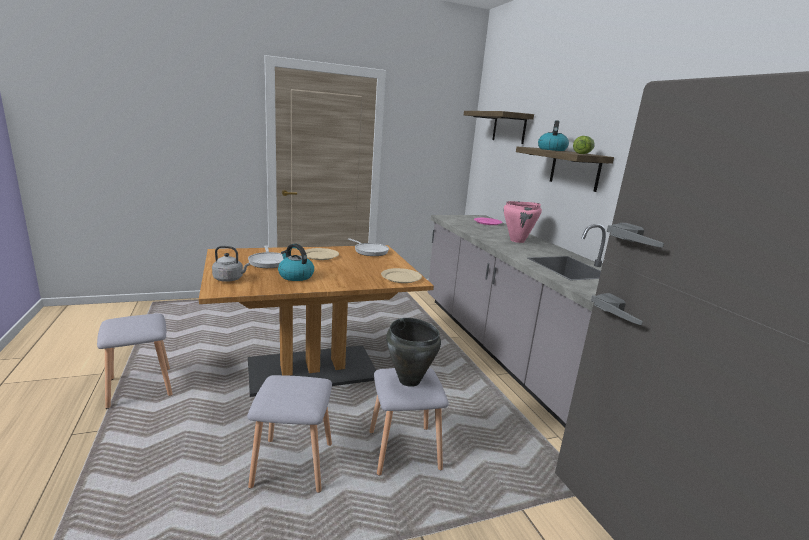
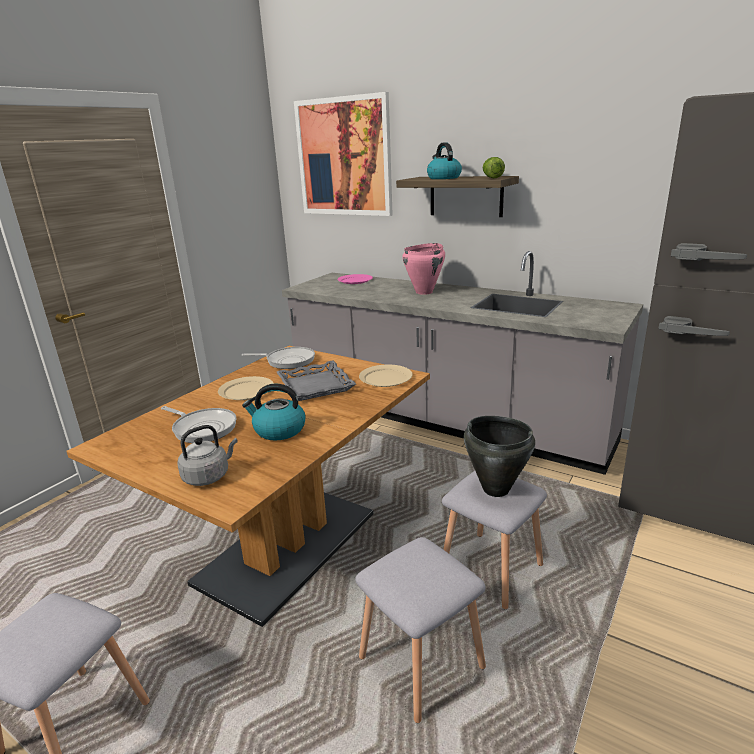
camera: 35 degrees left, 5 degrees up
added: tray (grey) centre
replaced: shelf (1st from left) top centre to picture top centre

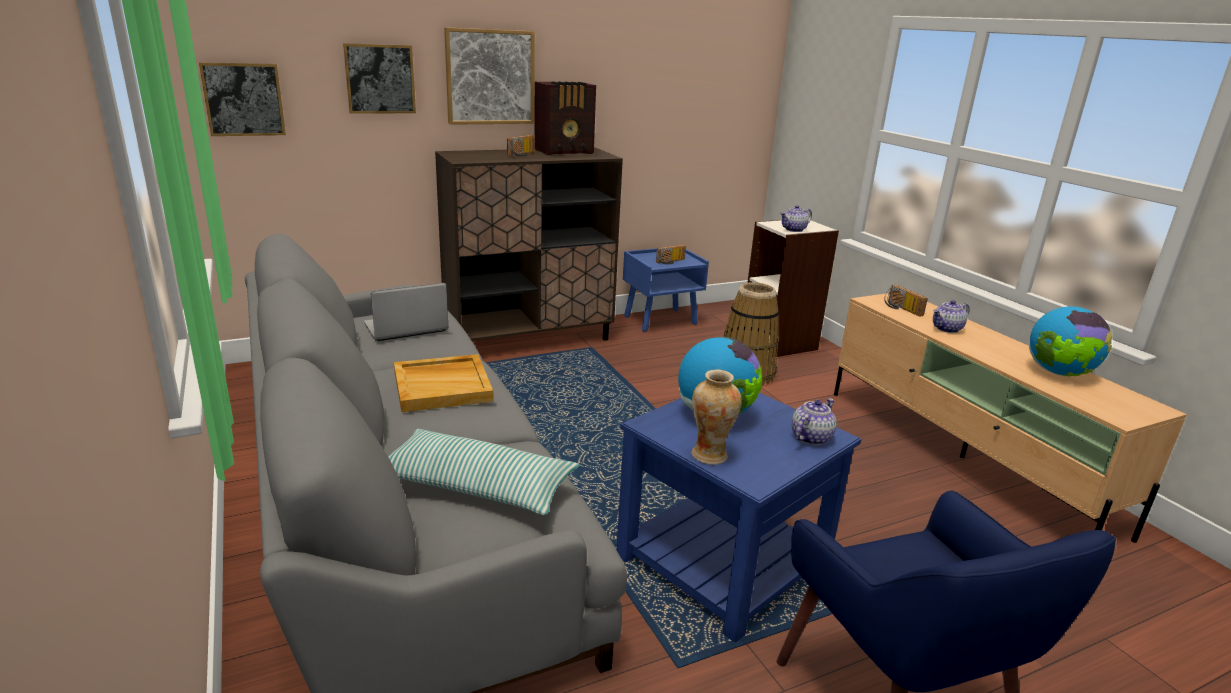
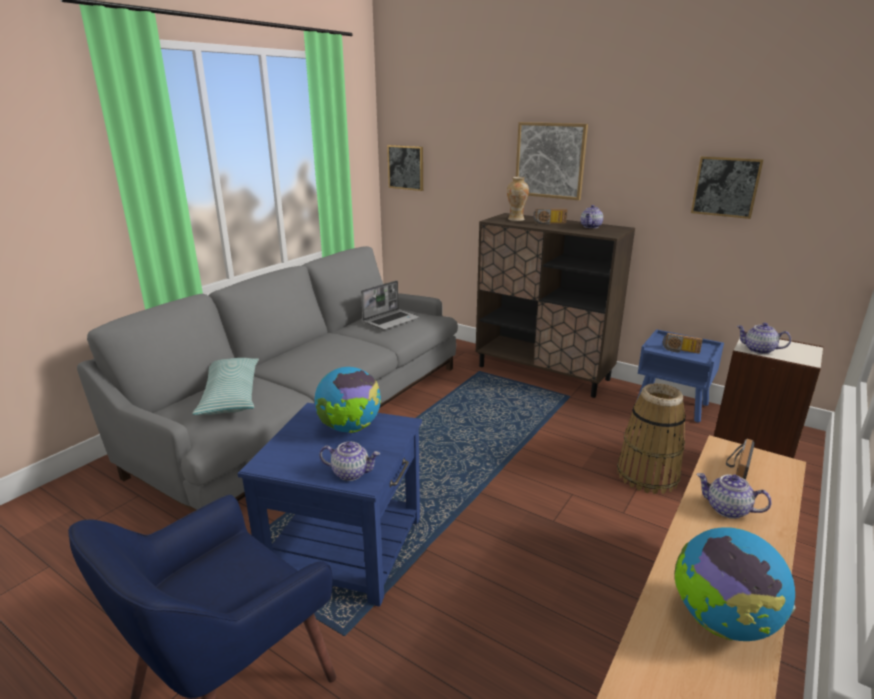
camera: 60 degrees right, 0 degrees up
removed: tray (beige) centre
moved: picture (2nd from left in the first image) top left to picture (3rd from left) top right; vase centre to top centre
replaced: radio (2nd from left) top centre to teapot (2nd from left) top right
turned: laptop middle left = centre 105 degrees clockwise

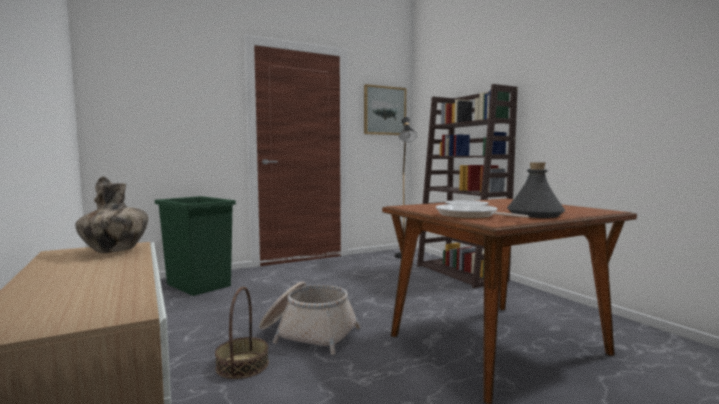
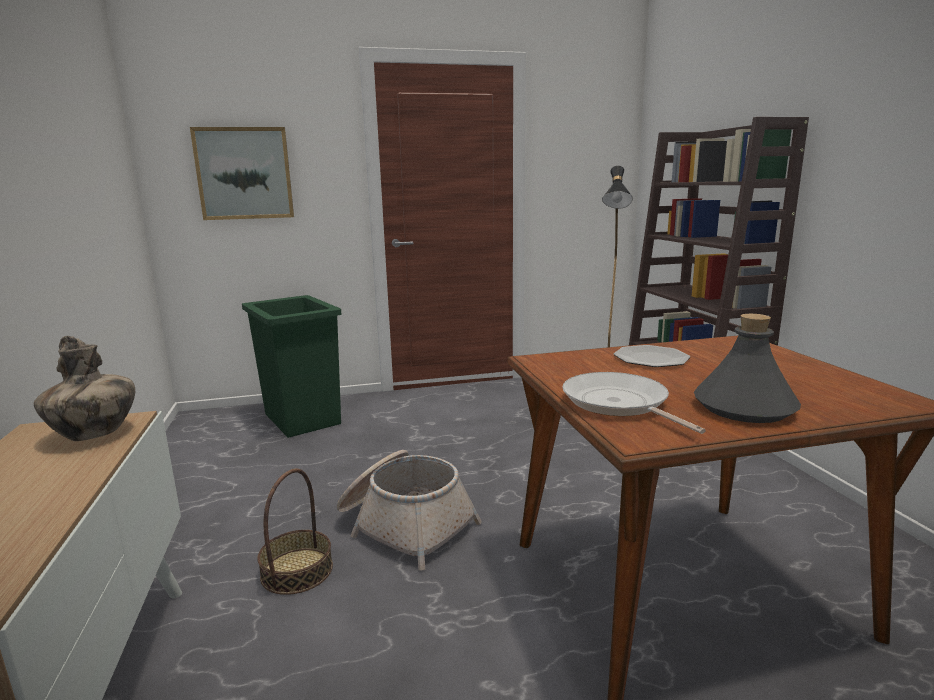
camera: 15 degrees right, 10 degrees up
moved: picture top centre to top left

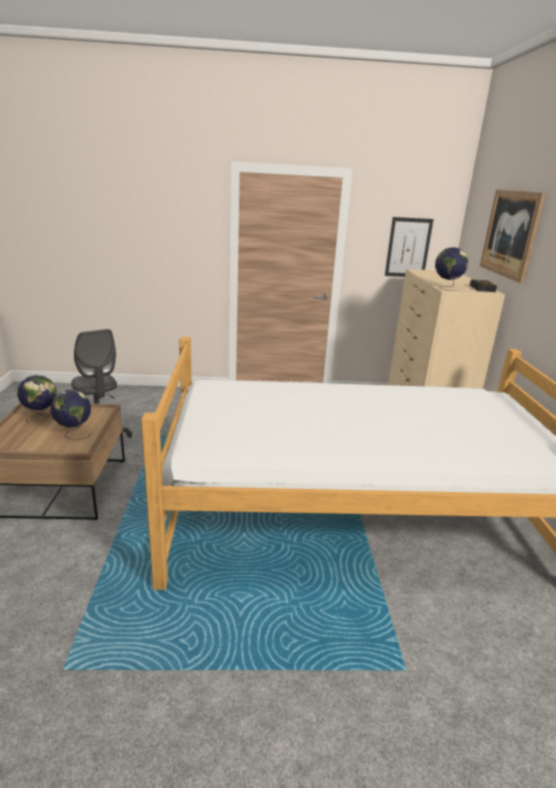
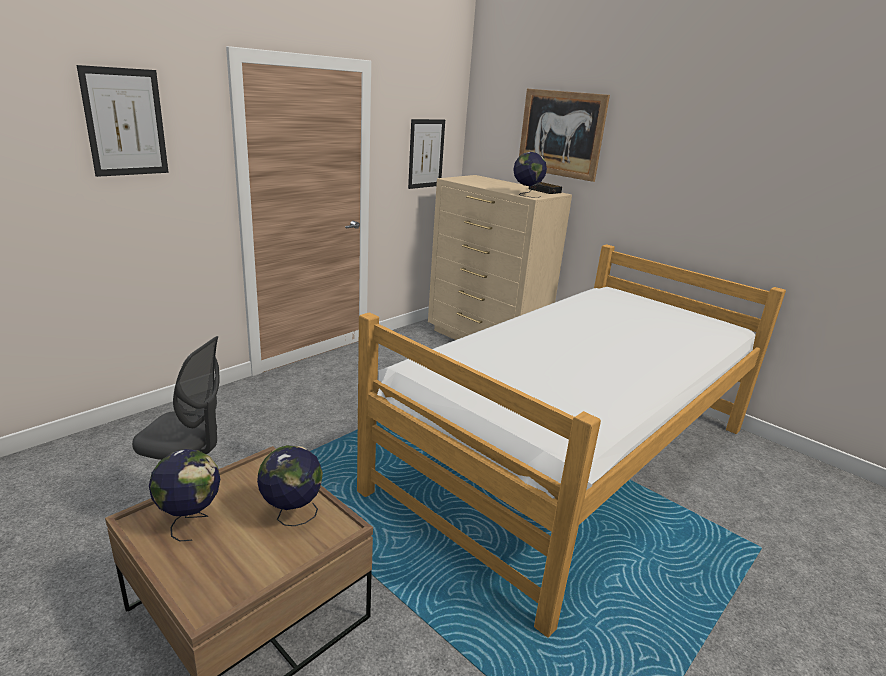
camera: 45 degrees left, 0 degrees up
added: picture (1st from left) top left

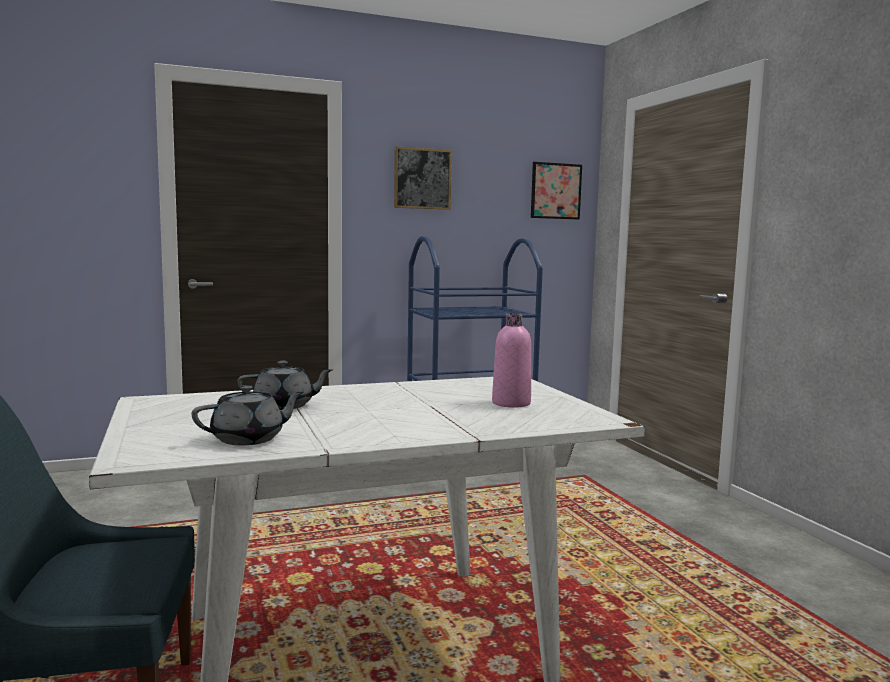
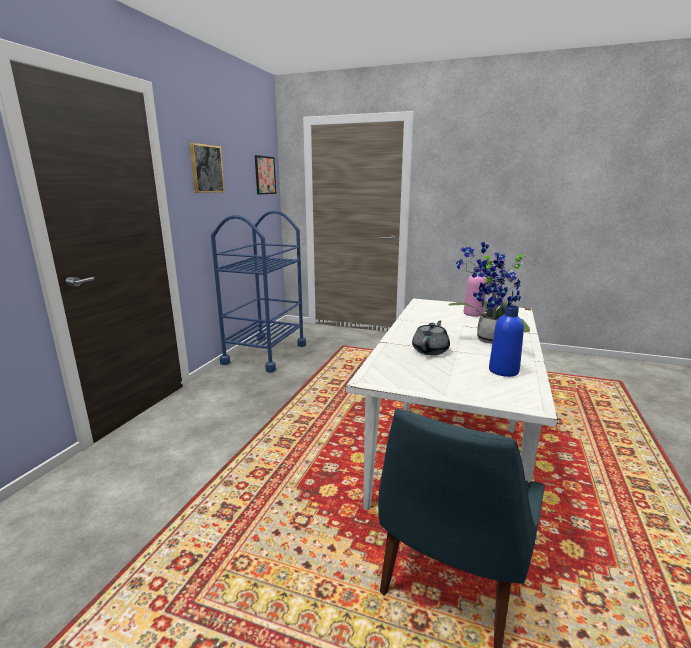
camera: 50 degrees left, 10 degrees up
added: potted plant middle right
replaced: teapot (grey) (1st from left) middle left to bottle (blue) middle right

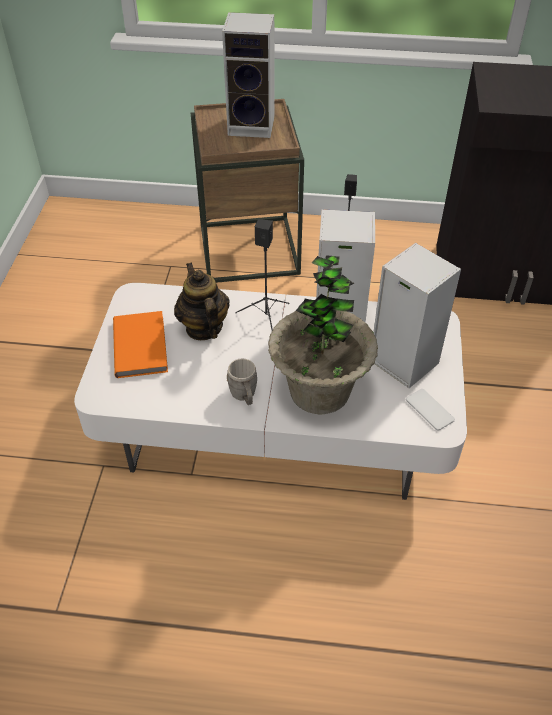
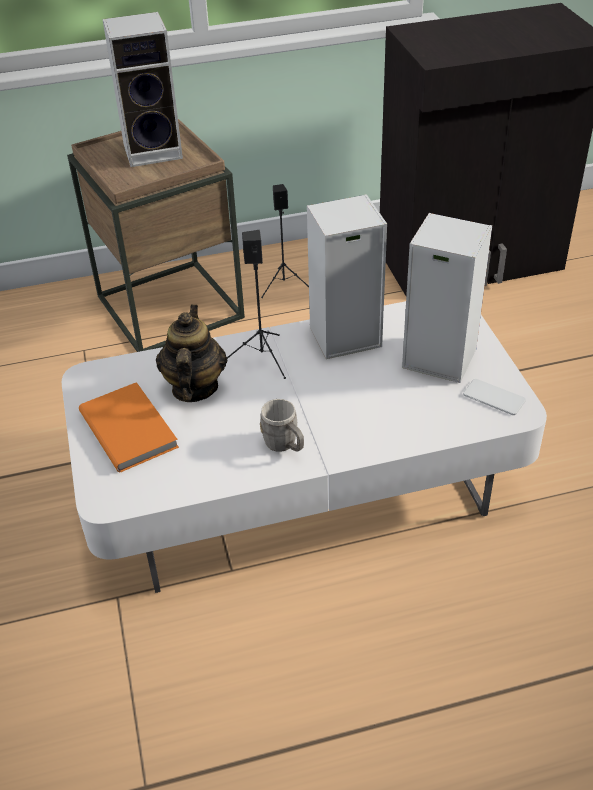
camera: 20 degrees left, 5 degrees down
removed: potted plant centre
turned: teapot centre = middle left 45 degrees clockwise

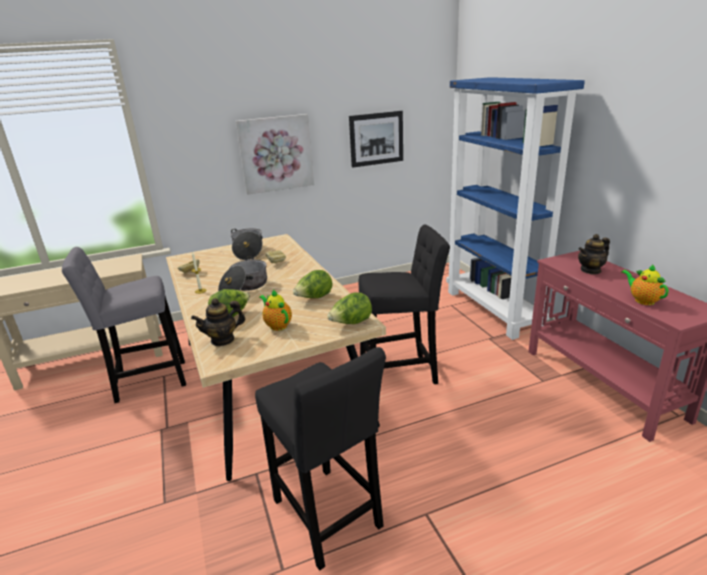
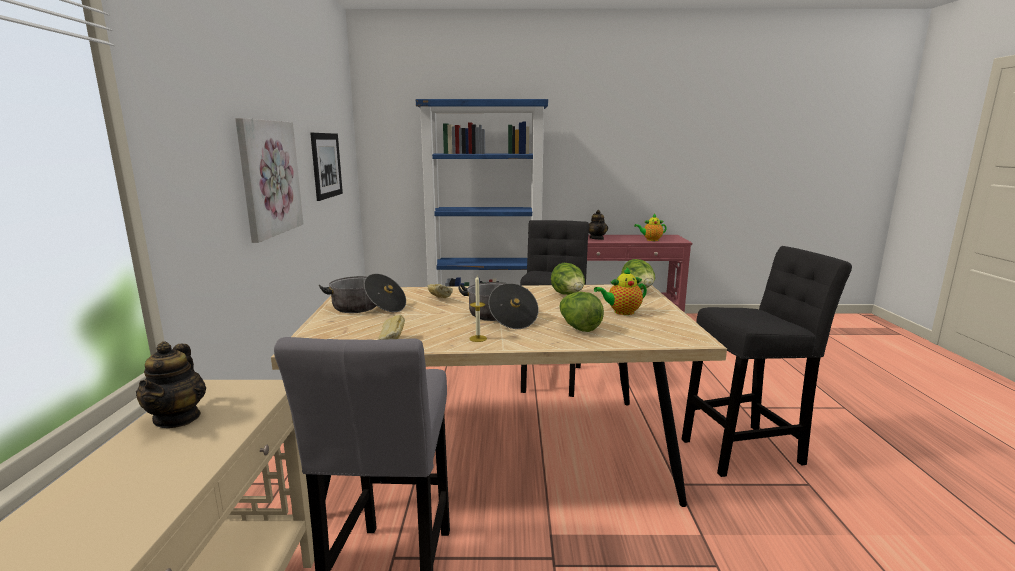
camera: 70 degrees left, 10 degrees down
moved: teapot (1st from left) middle left to bottom left

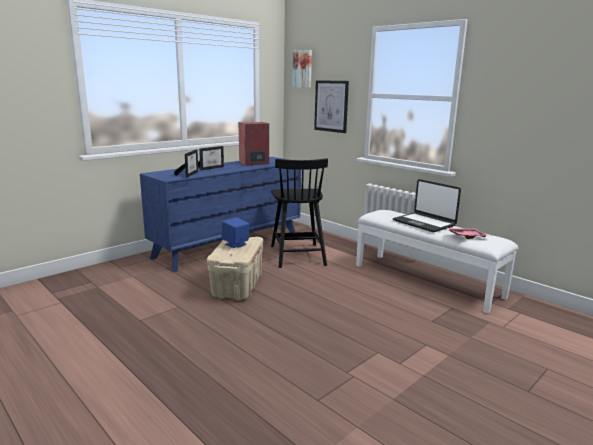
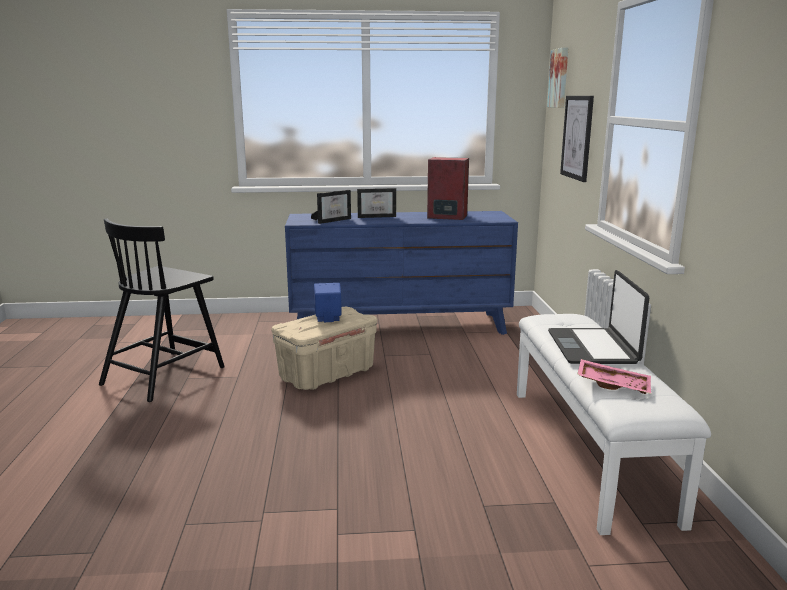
camera: 40 degrees right, 0 degrees up
moved: chair (black) centre to middle left

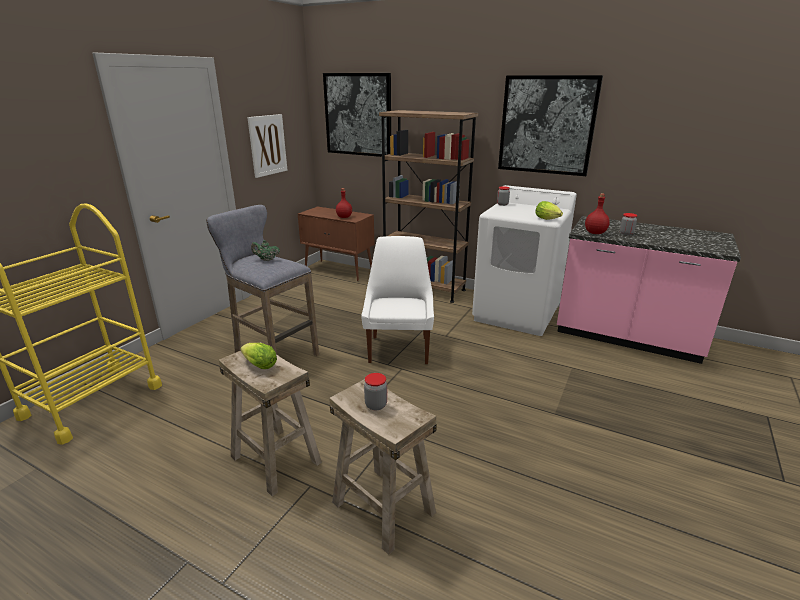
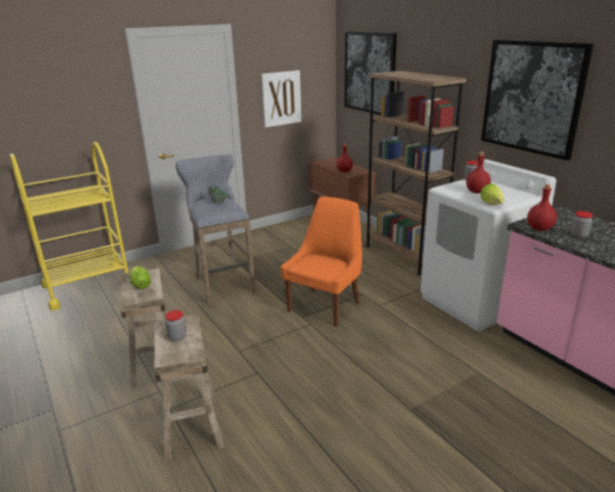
camera: 30 degrees right, 0 degrees up
added: bottle (red) (2nd from left) middle right
recoloured: chair (white) centre to chair (orange) centre

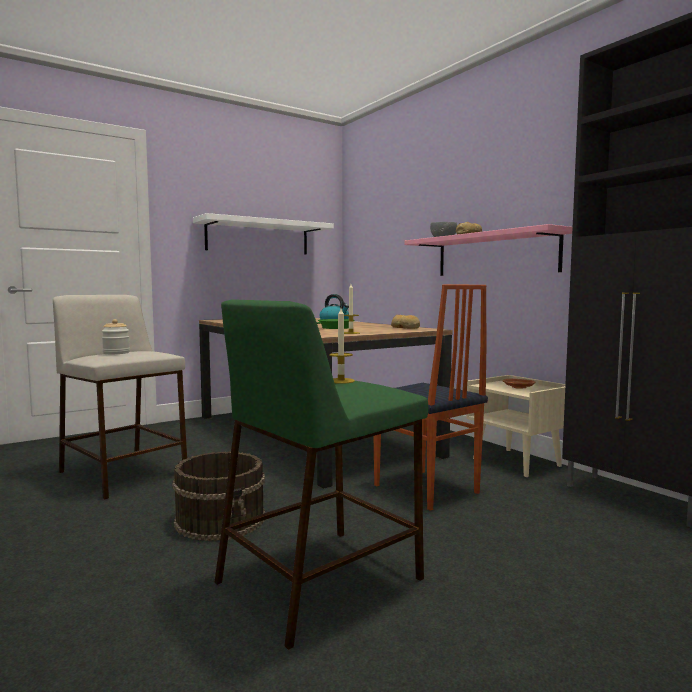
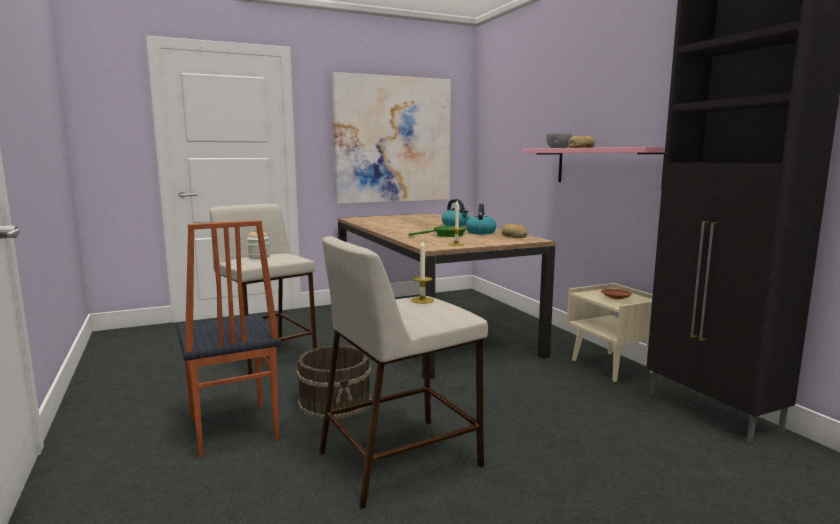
camera: 10 degrees right, 5 degrees up
added: kettle (2nd from left) centre
moved: chair centre to middle left
replaced: shelf (white) centre to picture top centre
recoloured: stool (green) bottom centre to stool (beige) (2nd from left) bottom centre

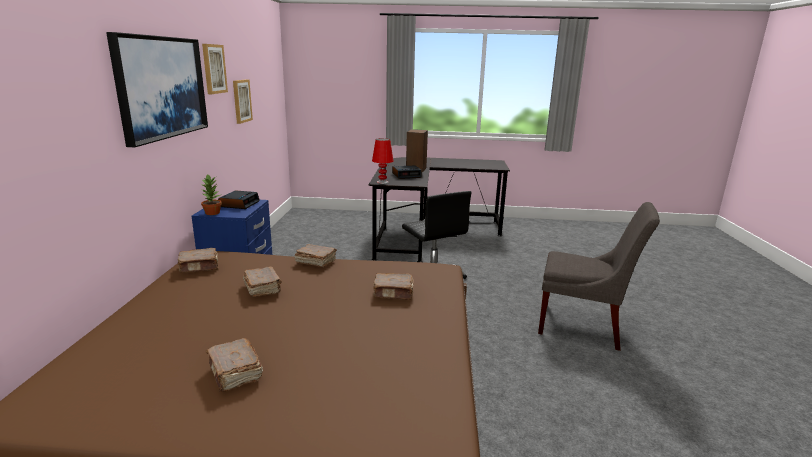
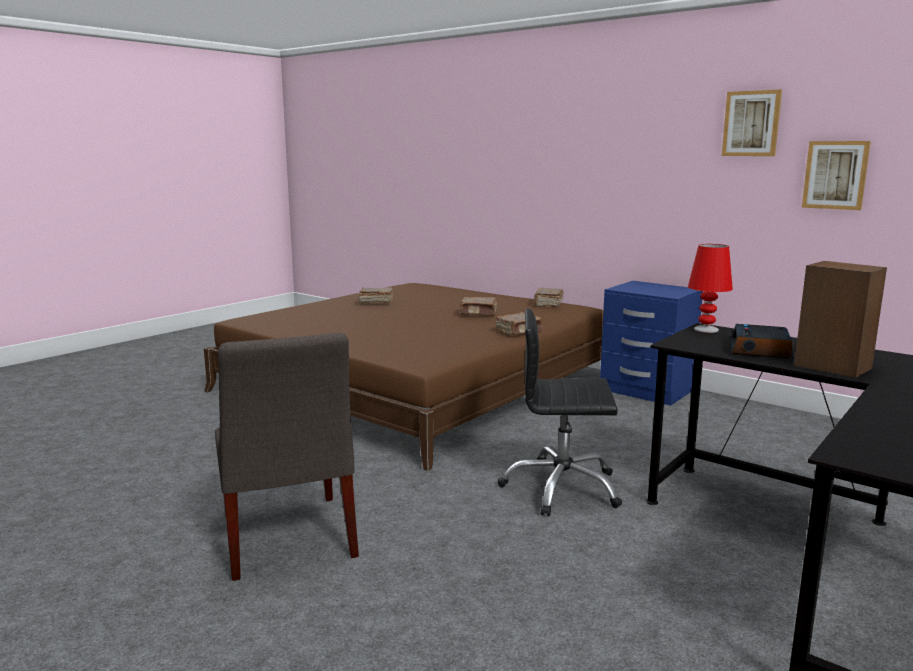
camera: 125 degrees right, 5 degrees down
removed: picture (1st from left) top left; potted plant middle left; alarm clock (1st from left) middle left; book (brown) (5th from left) centre
turned: chair (grey) middle right = bottom left 75 degrees counterclockwise

